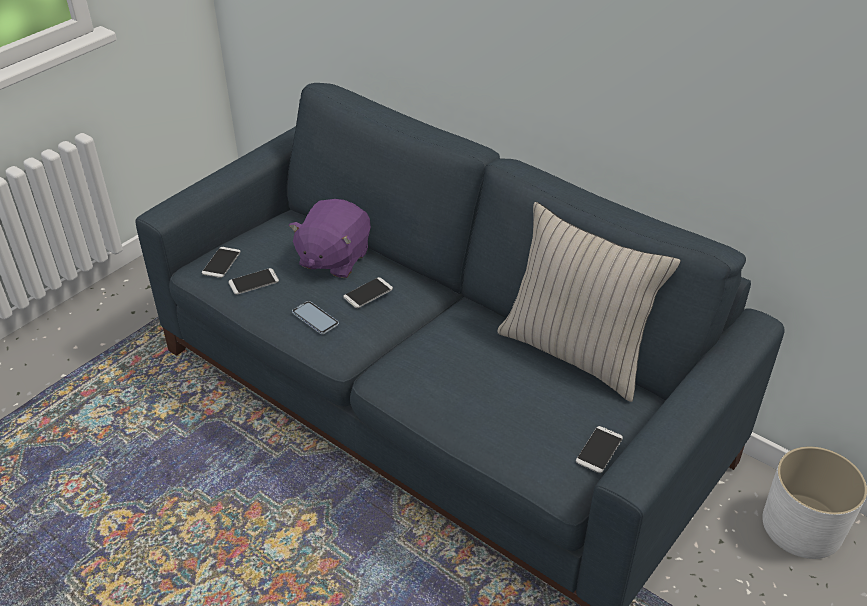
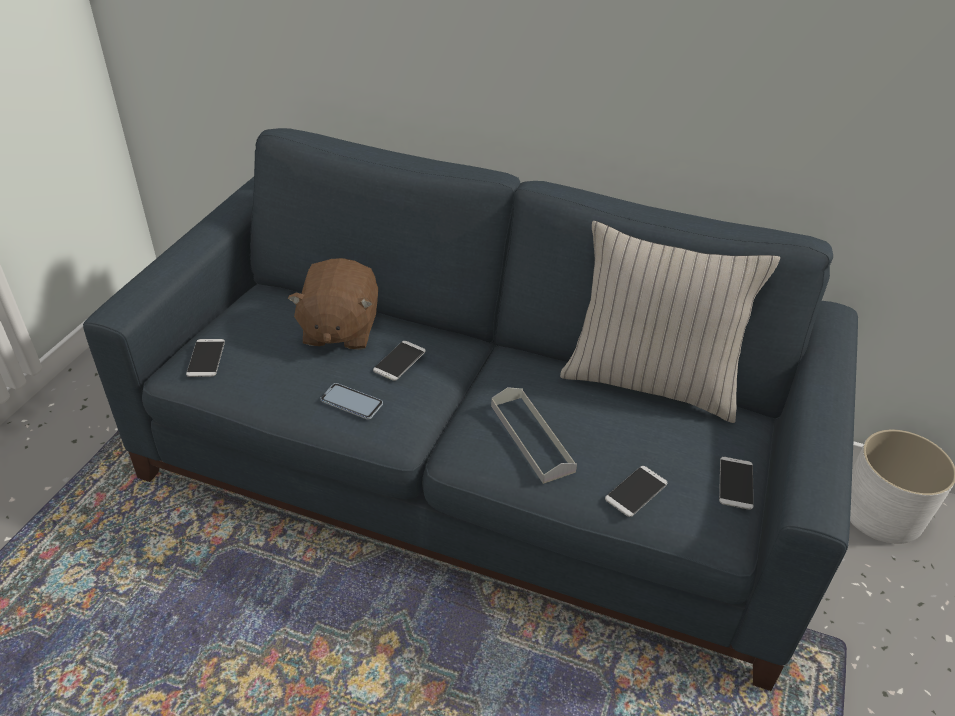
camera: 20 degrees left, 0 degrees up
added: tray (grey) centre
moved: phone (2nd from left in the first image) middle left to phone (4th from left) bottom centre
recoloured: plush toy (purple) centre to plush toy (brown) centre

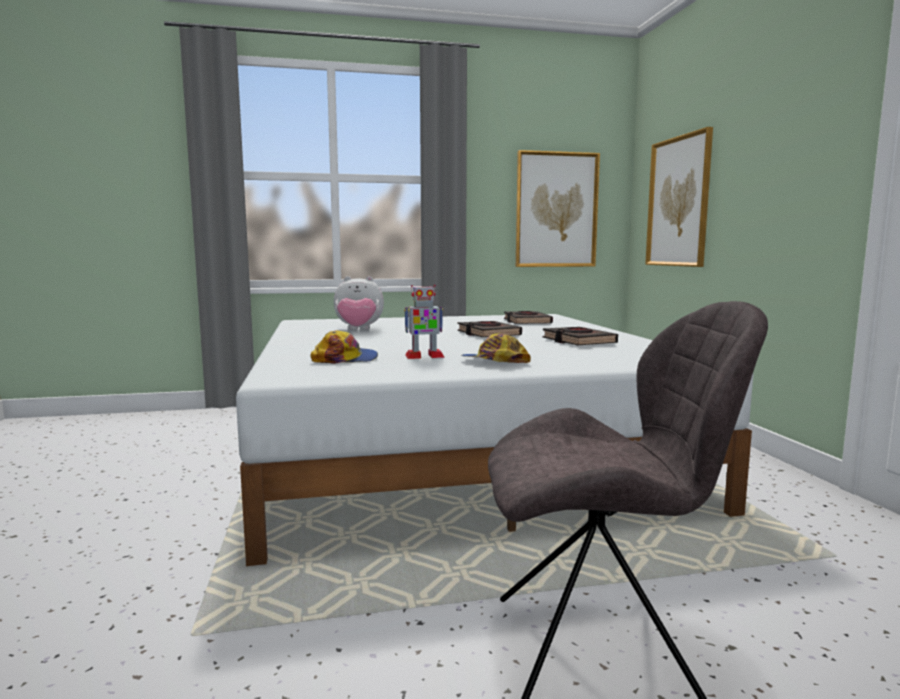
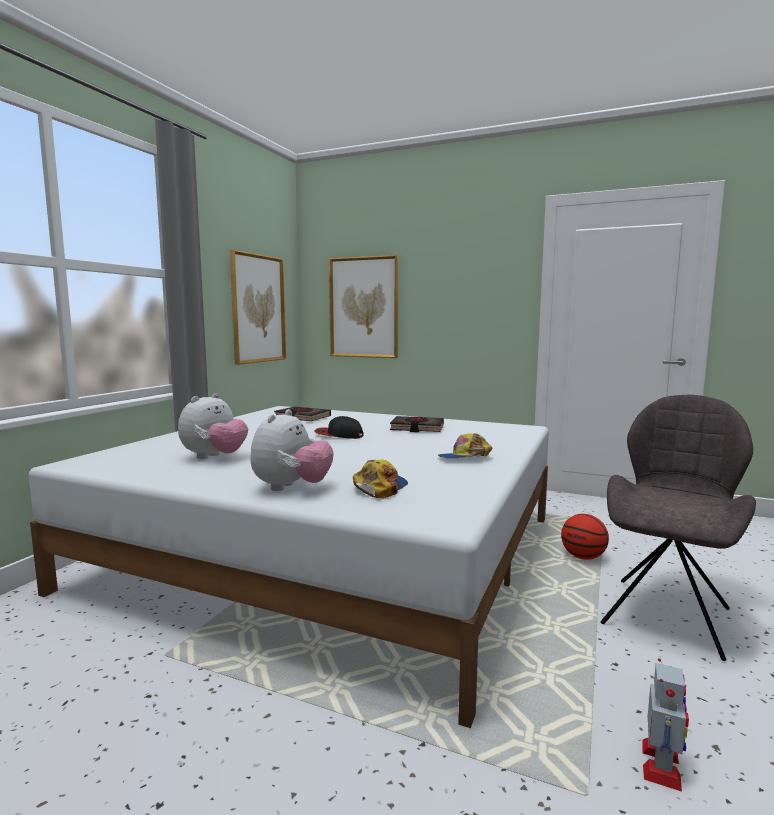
camera: 55 degrees left, 0 degrees up
added: plush toy (2nd from left) centre; basketball middle right
moved: toy robot centre to bottom right
replaced: book (black) (1st from left) centre to cap (1st from left) centre

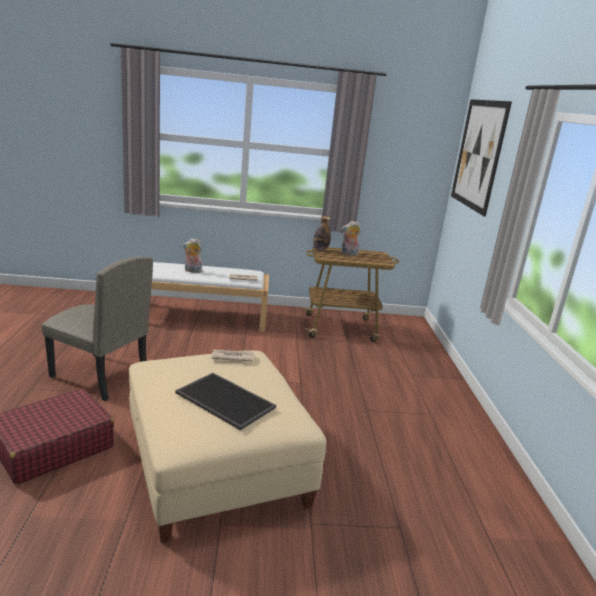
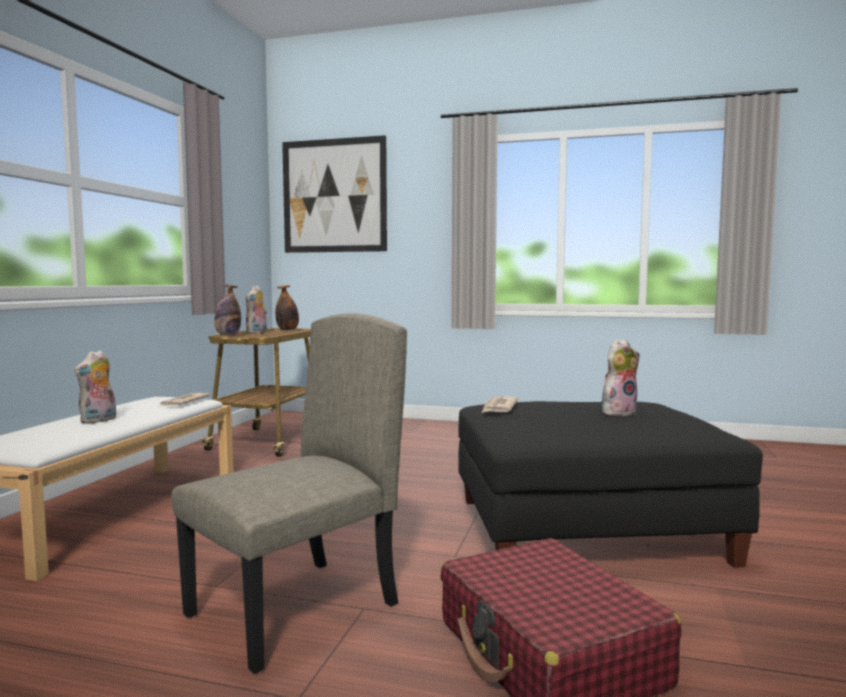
camera: 70 degrees left, 15 degrees down
added: bottle (2nd from left) centre
replaced: tray bottom centre to plush toy (3rd from left) middle right
recoloured: ottoman (beige) bottom centre to ottoman (black) bottom right

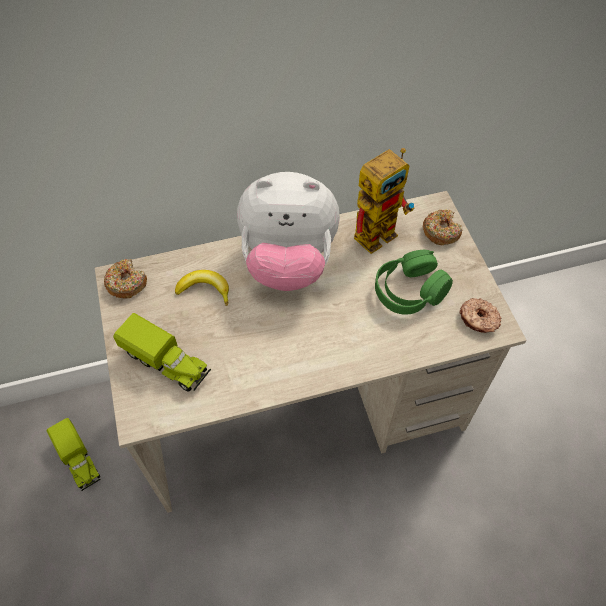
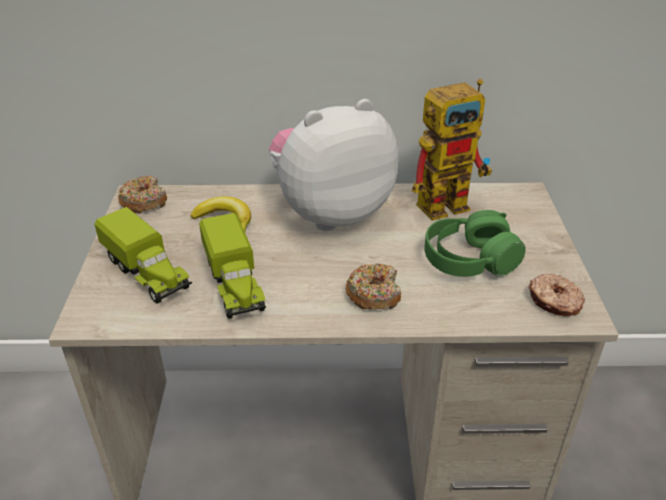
camera: 15 degrees right, 20 degrees down
moved: donut (2nd from left) middle right to centre; toy truck (1st from left in the first image) bottom left to toy truck (2nd from left) centre
turned: plush toy centre = top centre 135 degrees clockwise

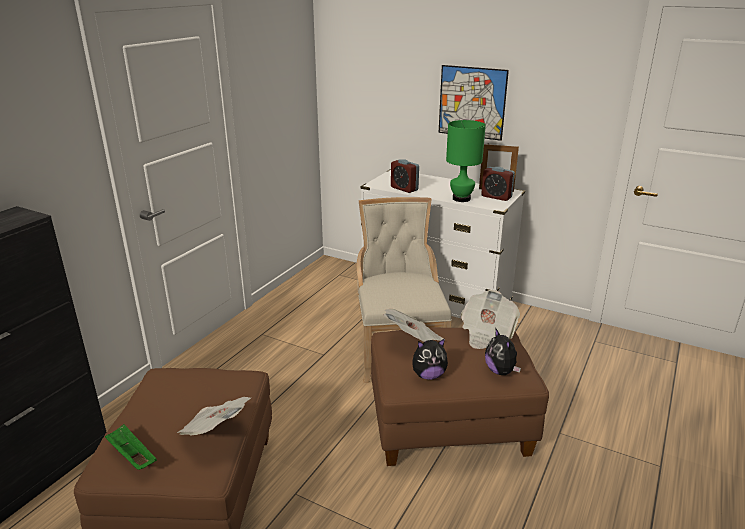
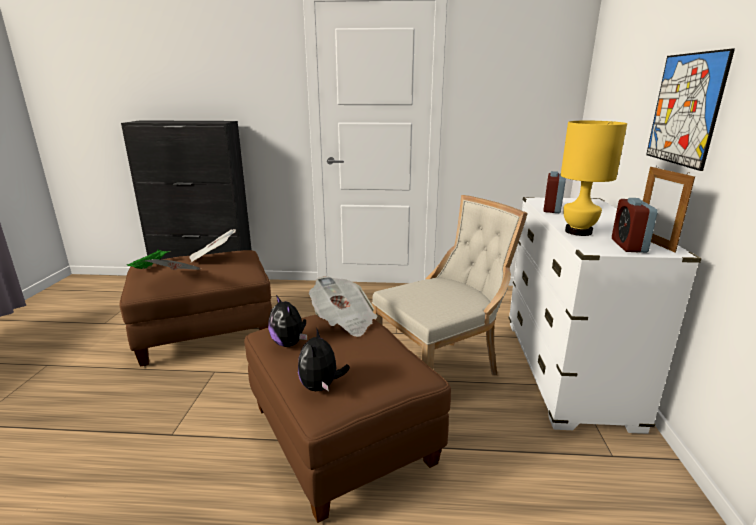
camera: 65 degrees right, 5 degrees down
moved: newspaper (3rd from left in the first image) centre to newspaper (2nd from left) middle left
recoloured: table lamp (green) top centre to table lamp (yellow) middle right
turned: plush toy (2nd from left) middle right = bottom centre 45 degrees counterclockwise

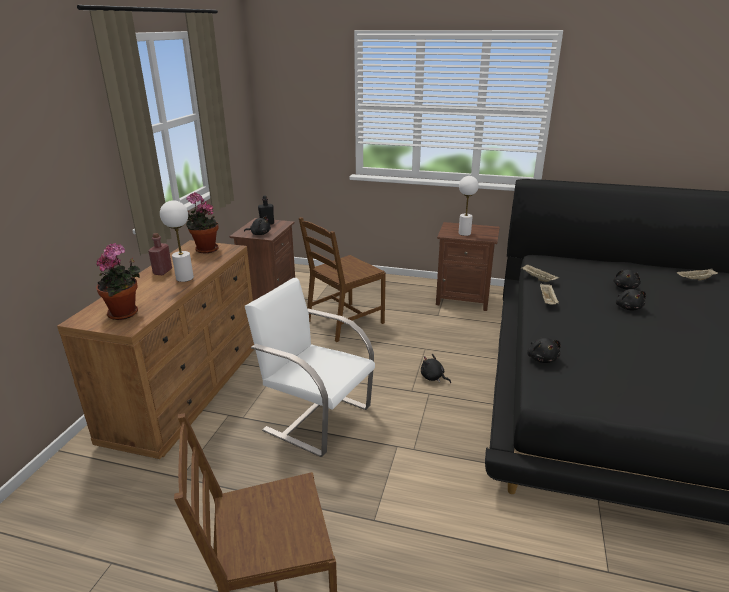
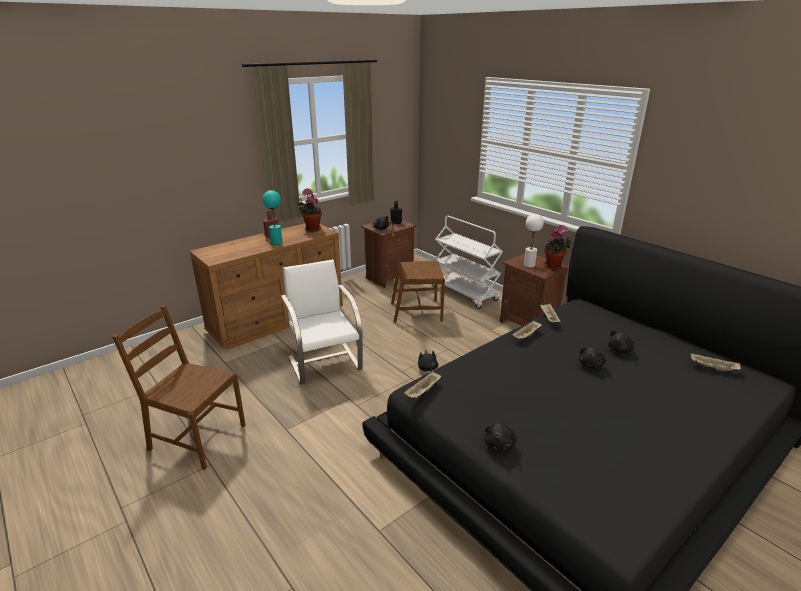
camera: 35 degrees right, 0 degrees up
added: cart (white) centre; tray (beige) (1st from left) centre
moved: potted plant (1st from left in the first image) middle left to potted plant (2nd from left) middle right; plush toy (black) (3rd from left) middle right to bottom centre
recoloured: table lamp (white) (1st from left) middle left to table lamp (turquoise) centre

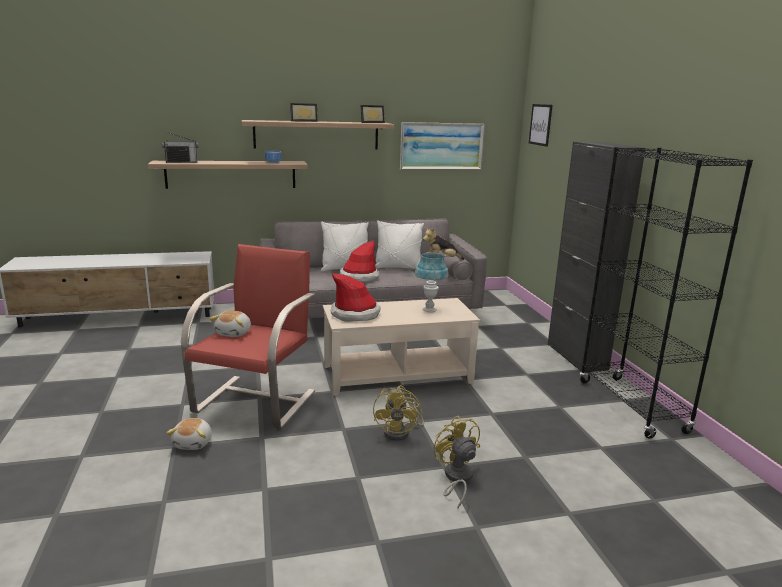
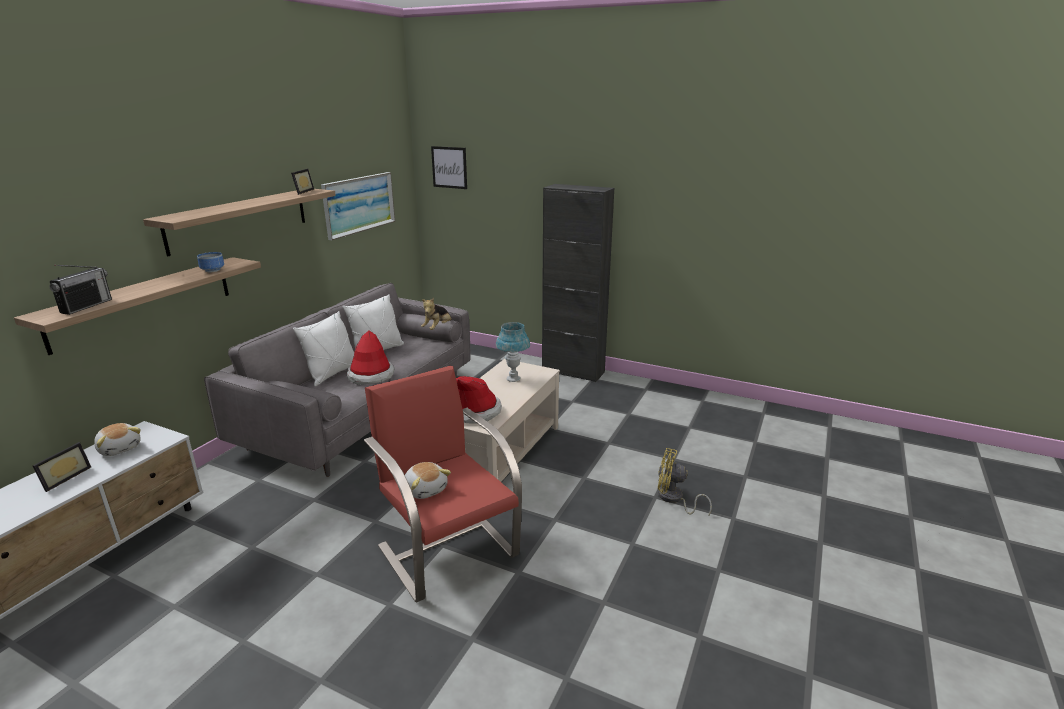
camera: 50 degrees left, 5 degrees up
removed: bookcase (black) middle right; fan (yellow) (1st from left) bottom centre
moved: picture frame (1st from left) top centre to middle left; plush toy (1st from left) bottom left to middle left

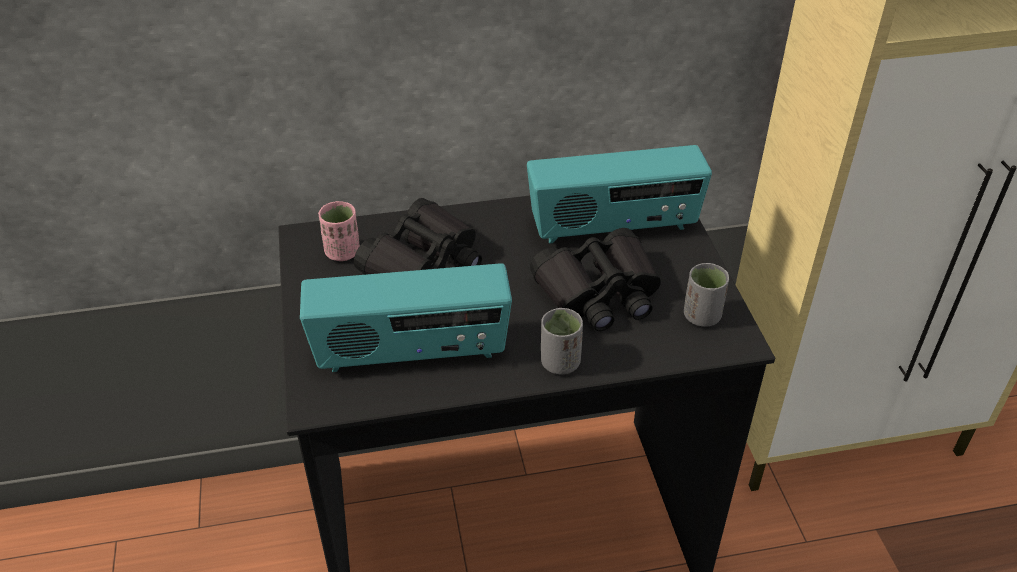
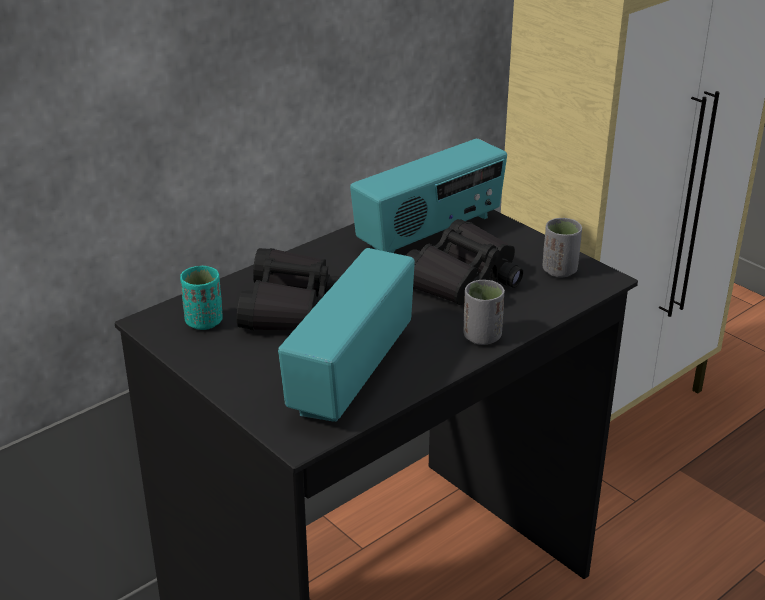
camera: 30 degrees left, 10 degrees down
recoloured: cup (pink) centre to cup (turquoise) middle left
turned: radio (1st from left) centre = centre 150 degrees clockwise

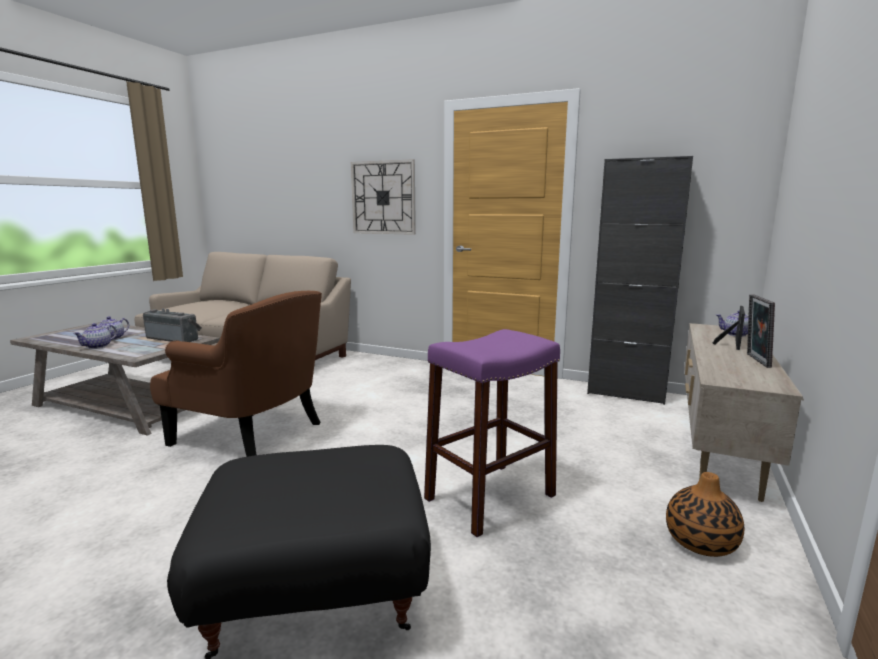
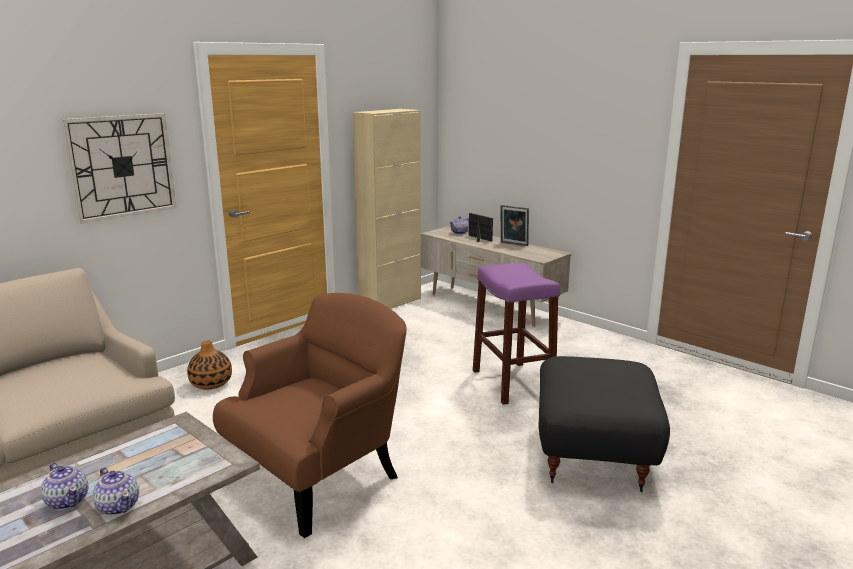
camera: 70 degrees left, 5 degrees up
removed: radio middle left
moved: vase bottom right to middle left
recoloured: cabinet (black) middle right to cabinet (beige) centre

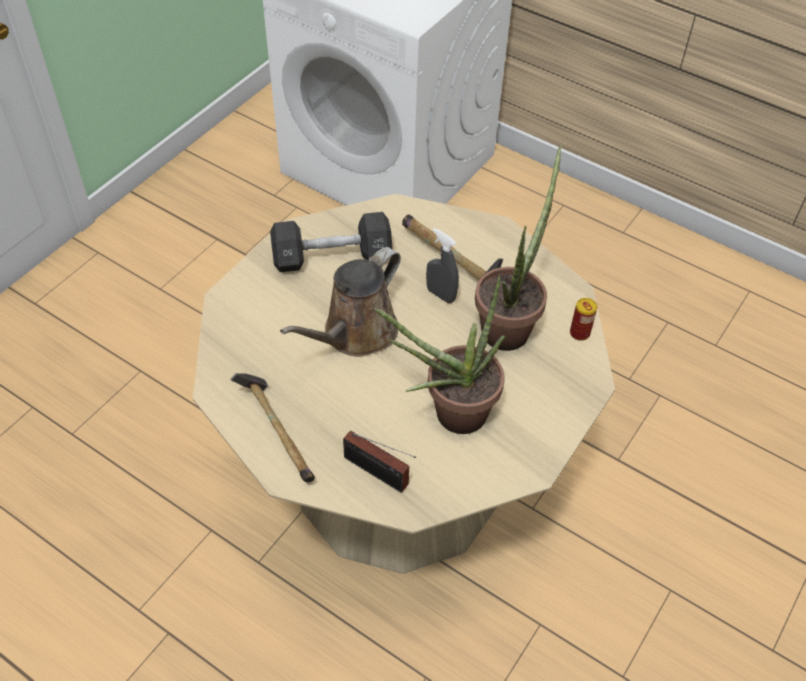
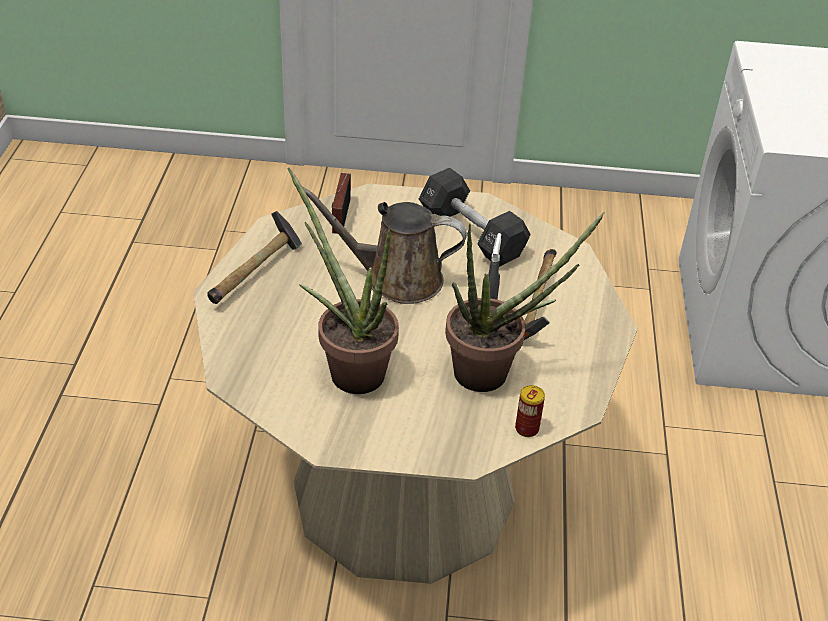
camera: 60 degrees right, 10 degrees down
moved: radio bottom centre to top centre

